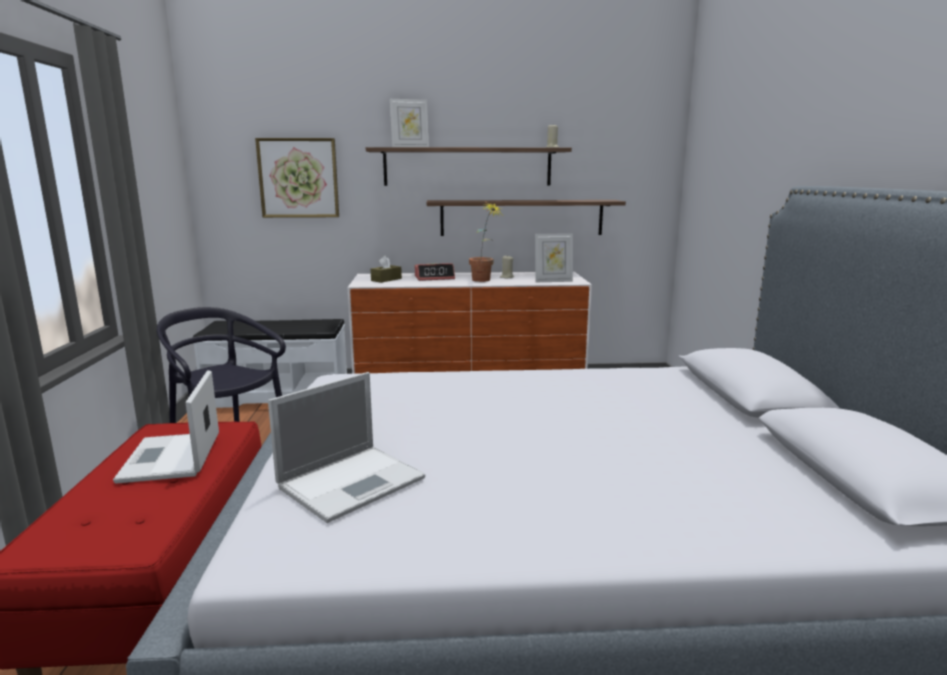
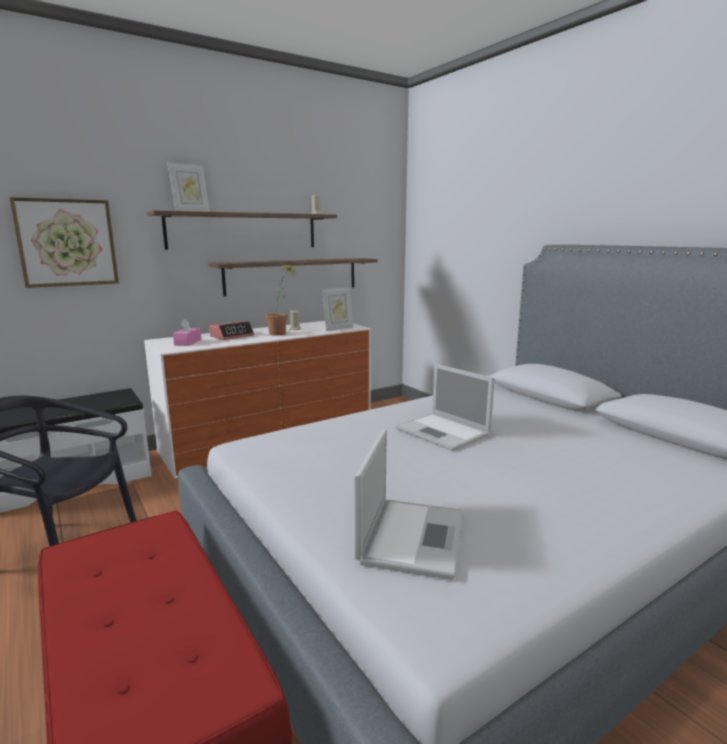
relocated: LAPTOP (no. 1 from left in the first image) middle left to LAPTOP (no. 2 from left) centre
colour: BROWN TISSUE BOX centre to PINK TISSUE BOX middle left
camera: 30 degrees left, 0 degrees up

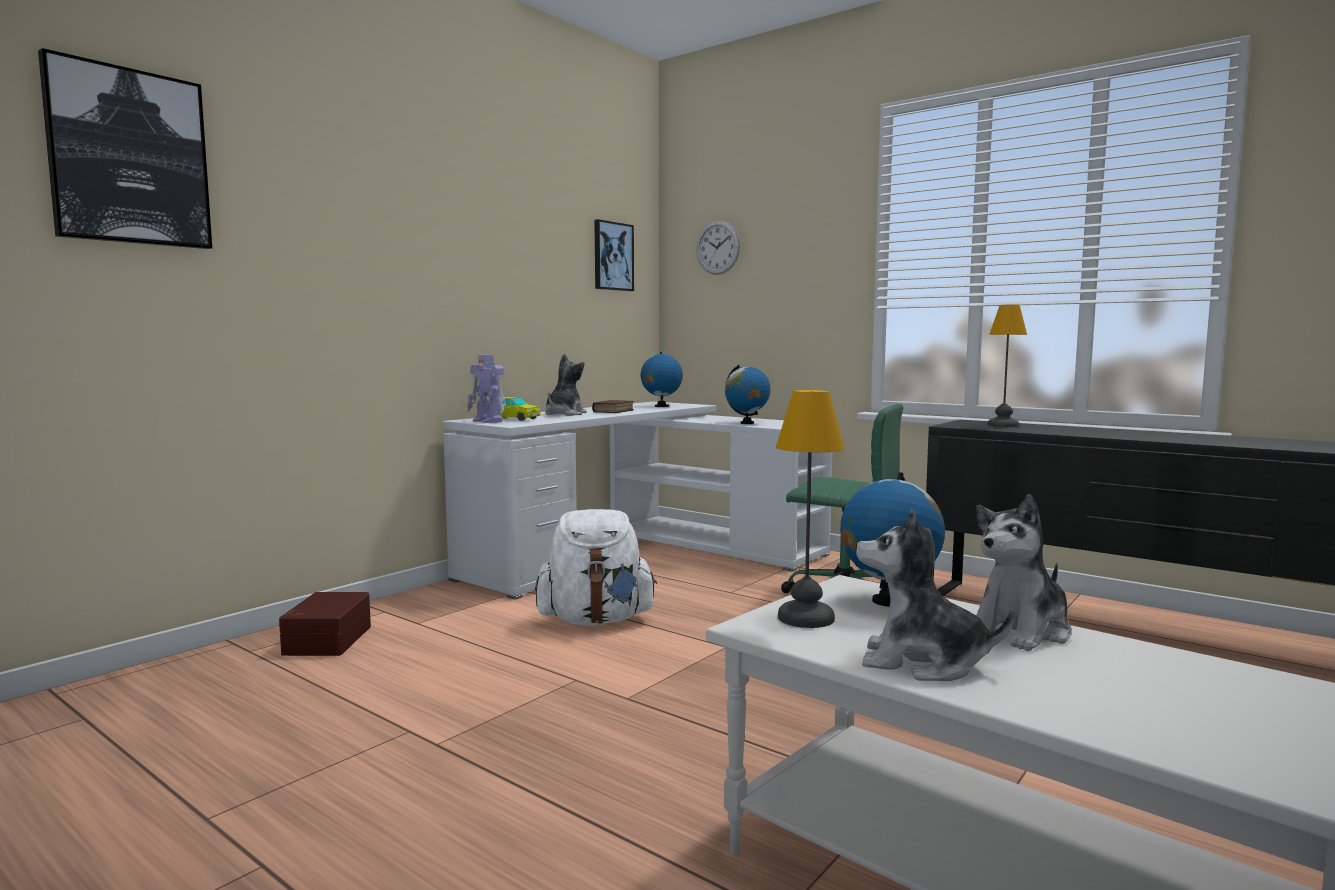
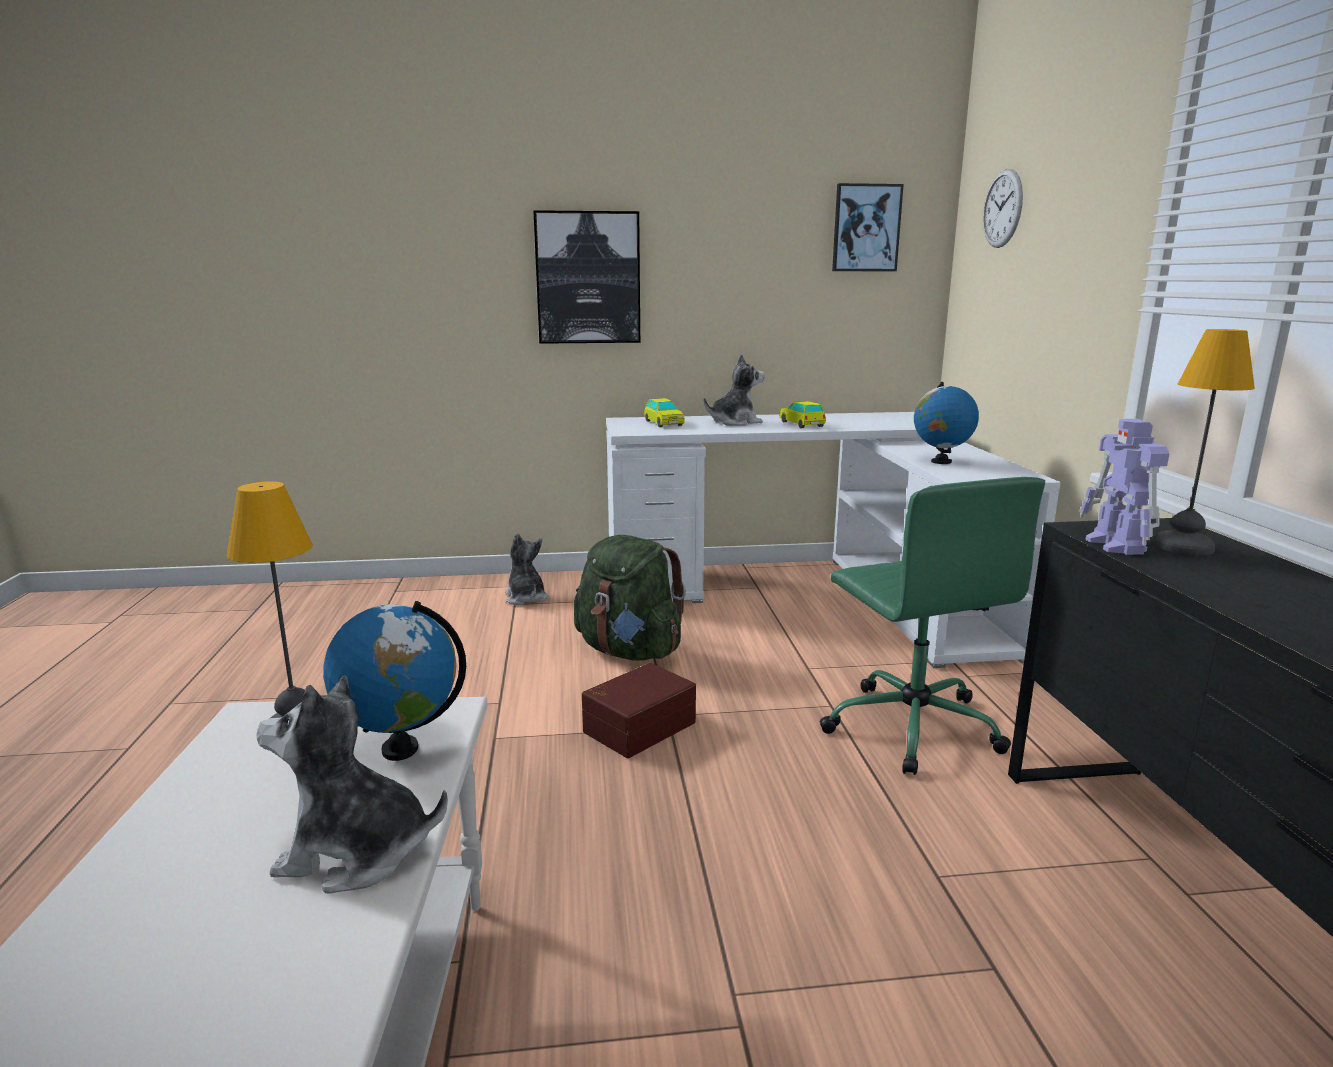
missing: GLOBE (no. 1 from left) centre
relocated: PICTURE (no. 1 from left) top left to top centre; TOY ROBOT centre to middle right; PLUSH TOY (no. 2 from left) bottom right to centre; BROWN STORAGE BOX bottom left to centre
exchanged: BOOK centre to TOY CAR (no. 2 from left) centre
colour: WHITE BACKPACK centre to GREEN BACKPACK centre
camera: 45 degrees right, 10 degrees up

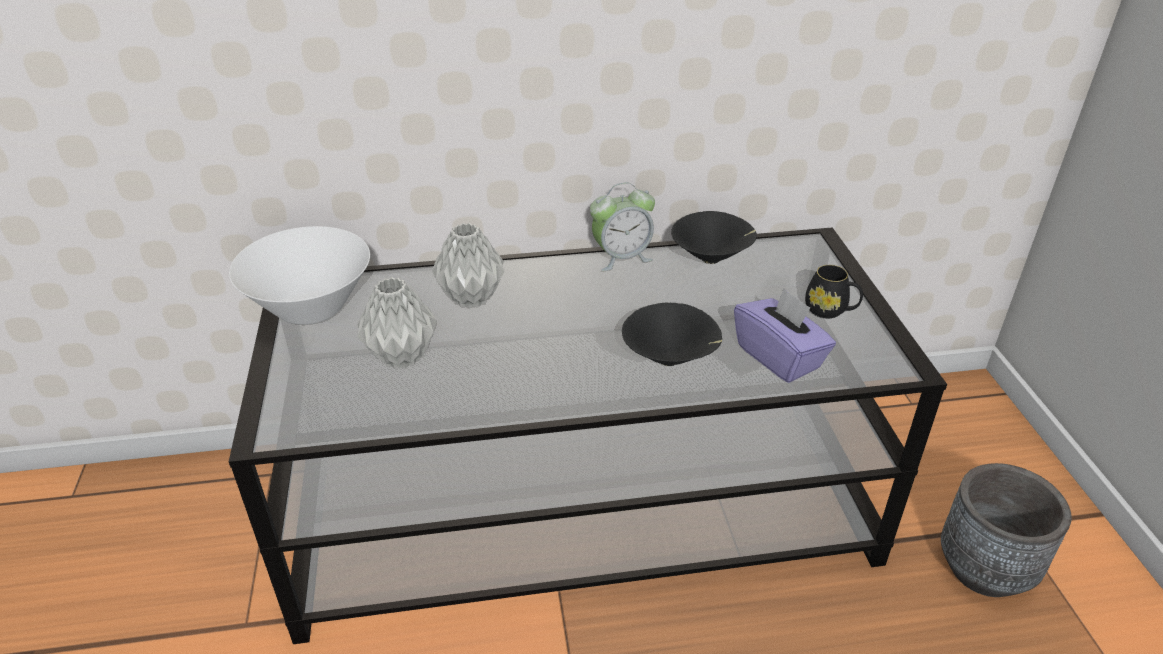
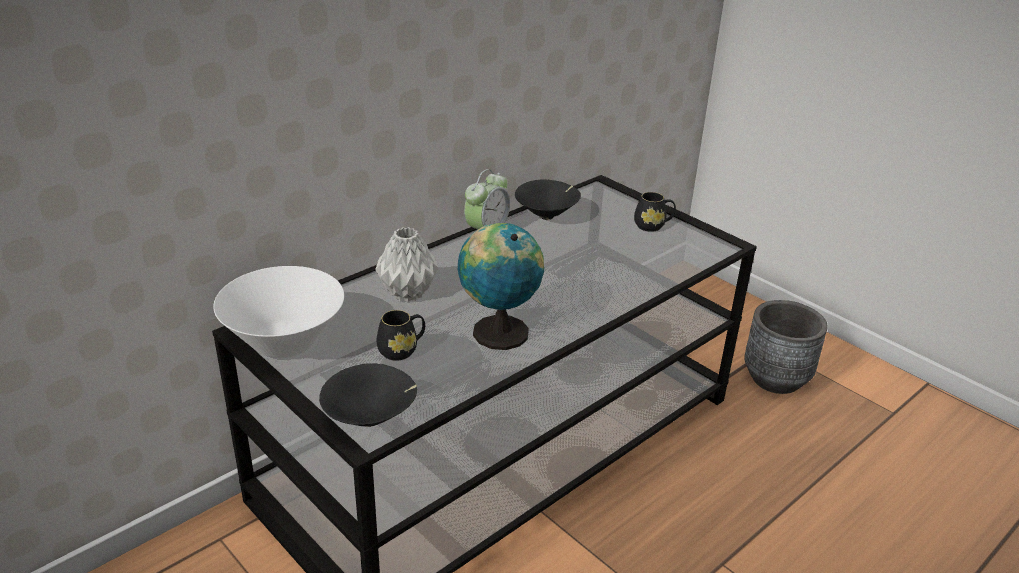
missing: PURPLE TISSUE BOX middle right
appeared: GLOBE centre
relocated: BLACK BOWL (no. 1 from left) centre to bottom centre
exchanged: GREY VASE (no. 1 from left) centre to BLACK MUG (no. 1 from left) centre
camera: 35 degrees left, 5 degrees down

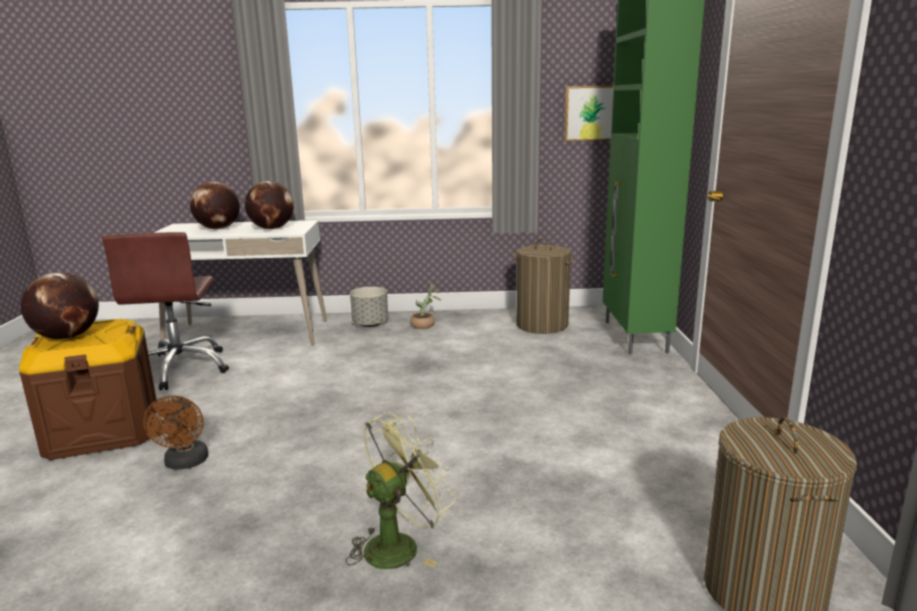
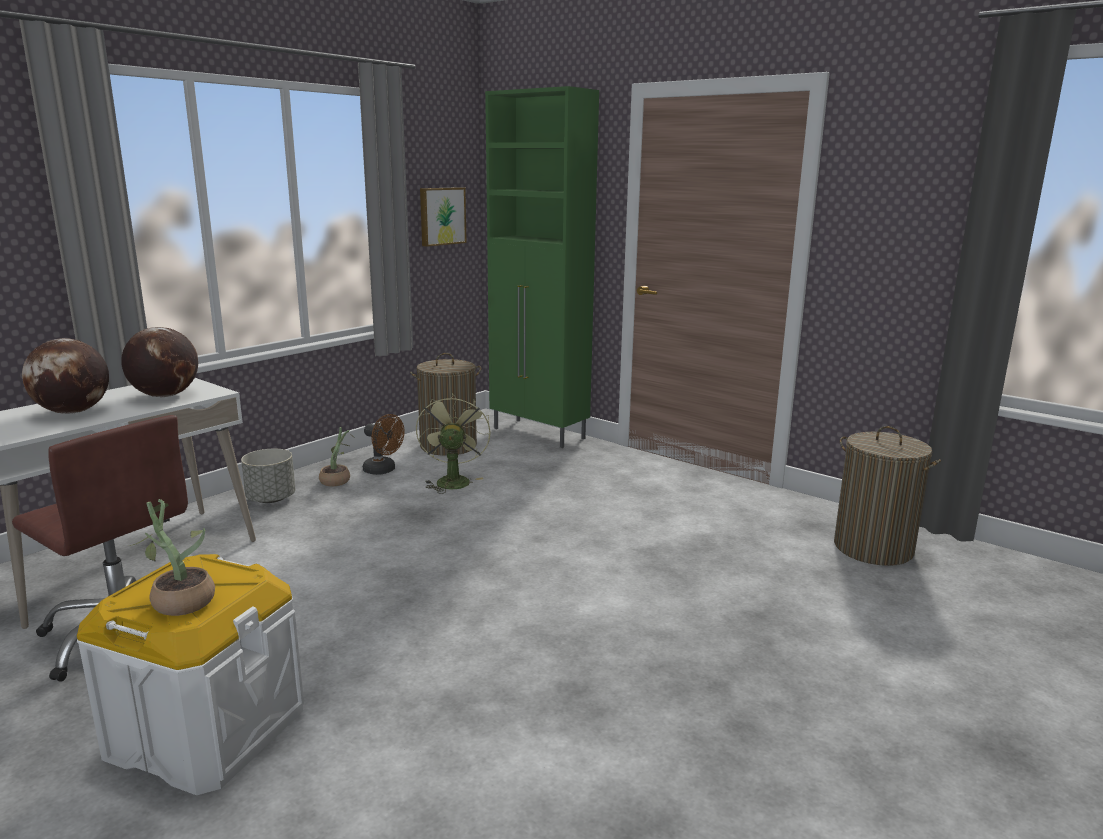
relocated: BROWN FAN bottom left to centre; GREEN FAN bottom centre to centre
exchanged: GLOBE (no. 1 from left) middle left to POTTED PLANT (no. 1 from left) middle left
colour: BROWN STORAGE BOX middle left to WHITE STORAGE BOX bottom left
camera: 50 degrees left, 0 degrees up

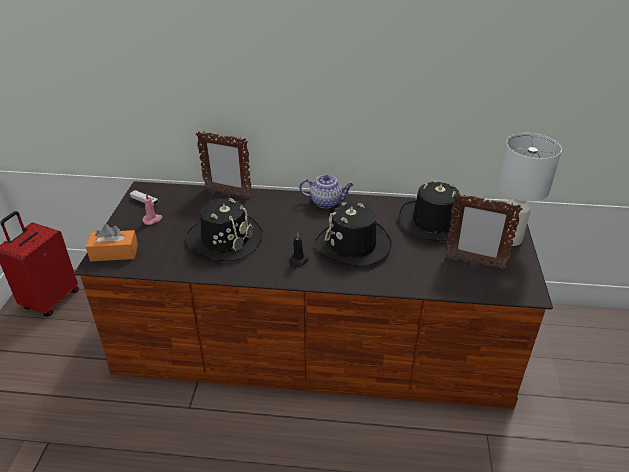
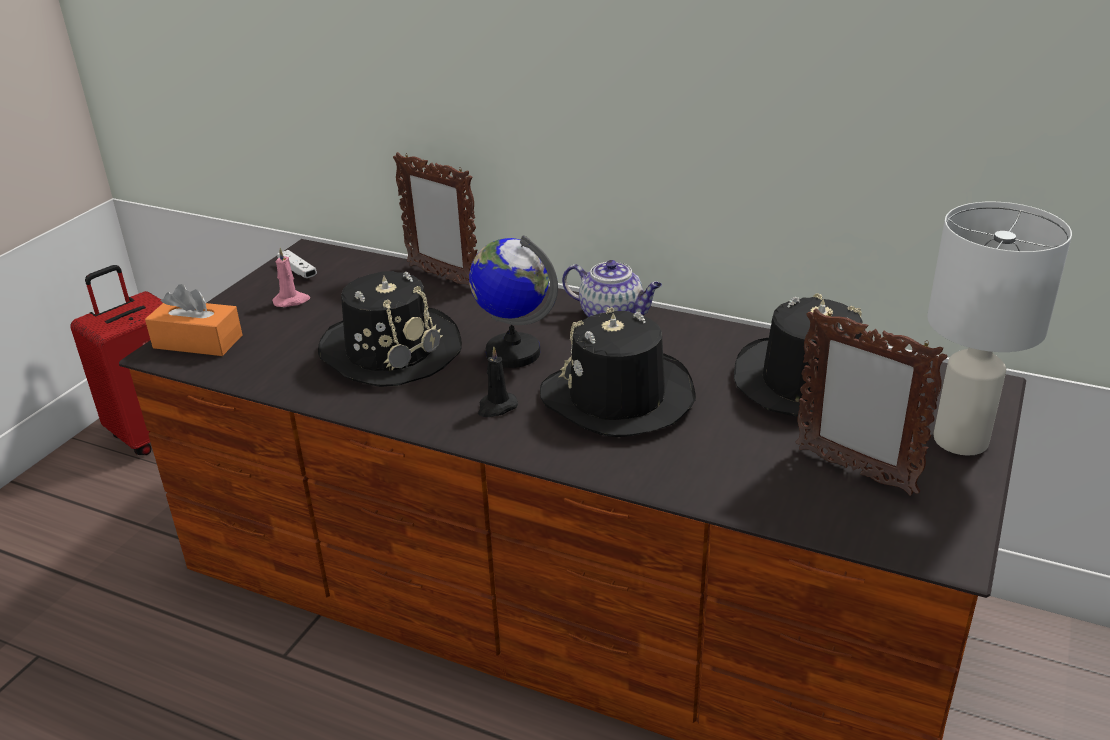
appeared: GLOBE centre
camera: 20 degrees right, 5 degrees down

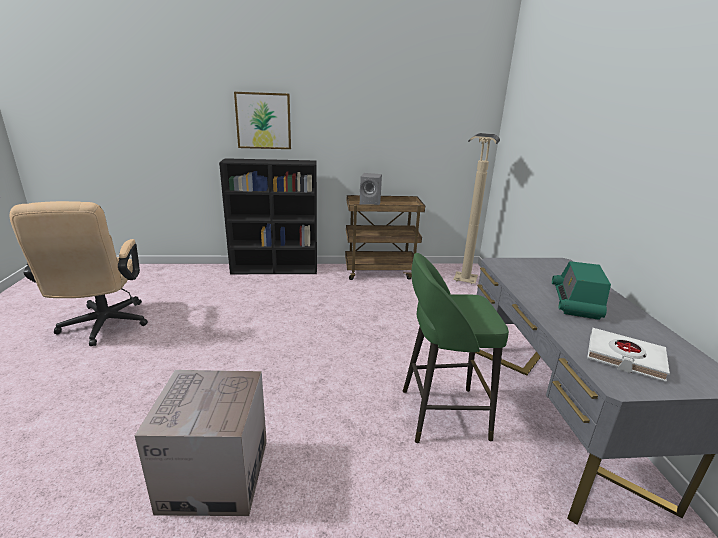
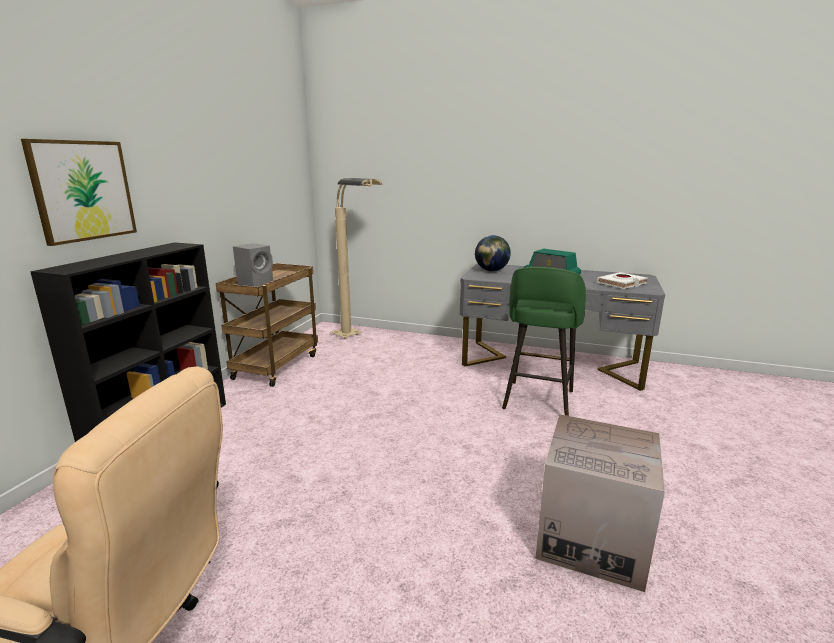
appeared: GLOBE centre
camera: 65 degrees left, 5 degrees down

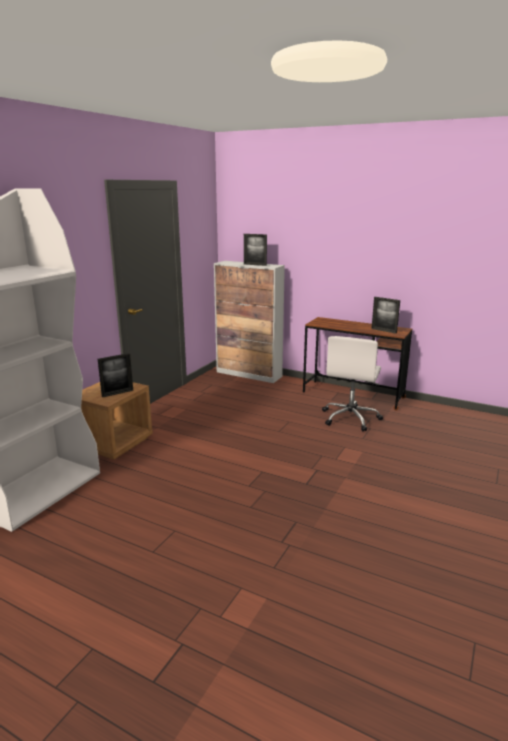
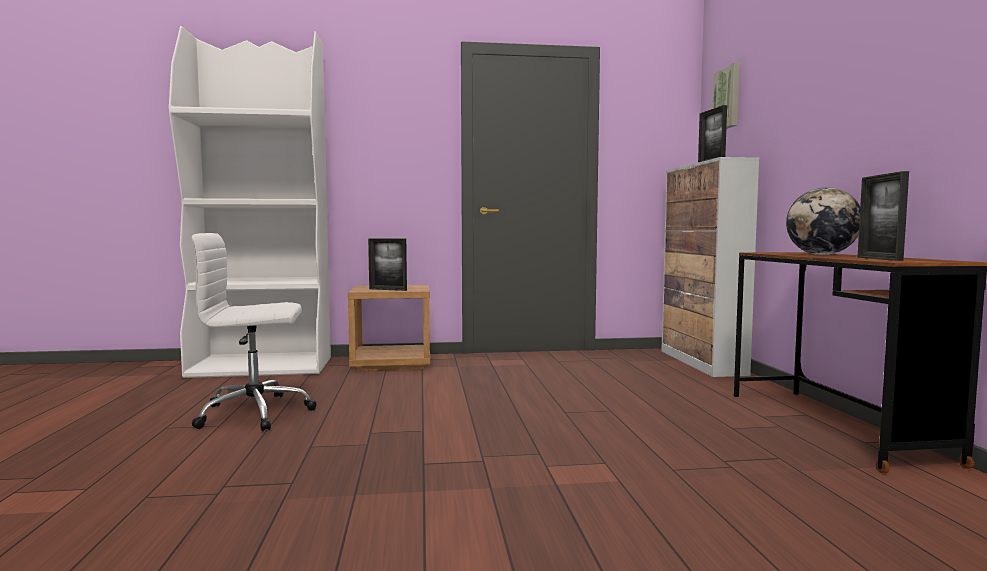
appeared: PICTURE top right; GLOBE middle right
relocated: WHITE OFFICE CHAIR middle right to middle left
camera: 55 degrees right, 15 degrees down

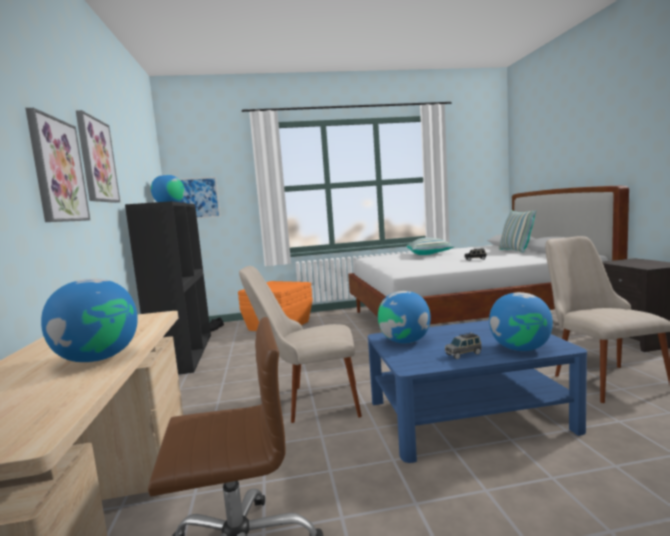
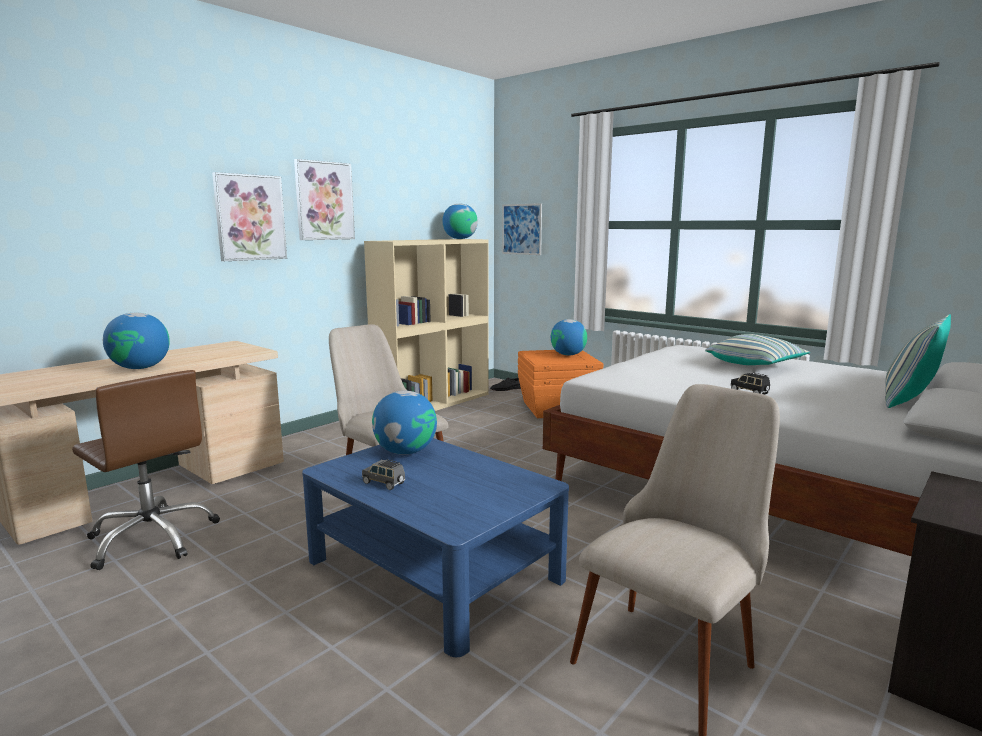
relocated: GLOBE (no. 4 from left) middle right to centre
colour: BLACK BOOKCASE middle left to BEIGE BOOKCASE centre
camera: 50 degrees right, 5 degrees up

